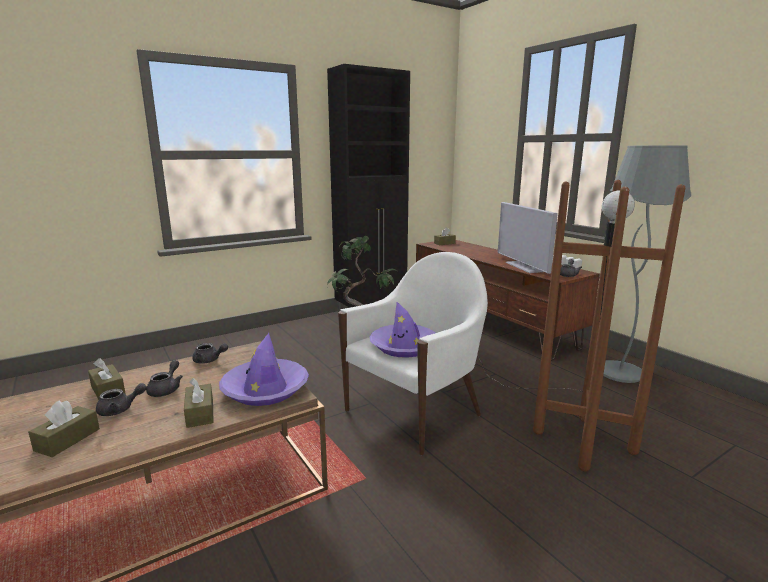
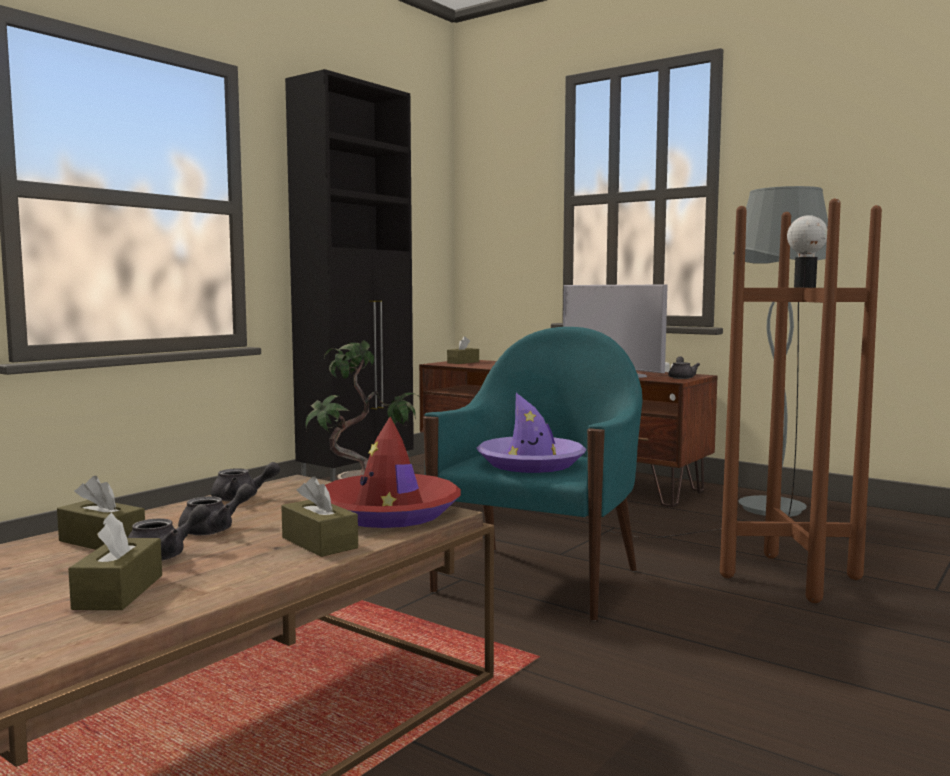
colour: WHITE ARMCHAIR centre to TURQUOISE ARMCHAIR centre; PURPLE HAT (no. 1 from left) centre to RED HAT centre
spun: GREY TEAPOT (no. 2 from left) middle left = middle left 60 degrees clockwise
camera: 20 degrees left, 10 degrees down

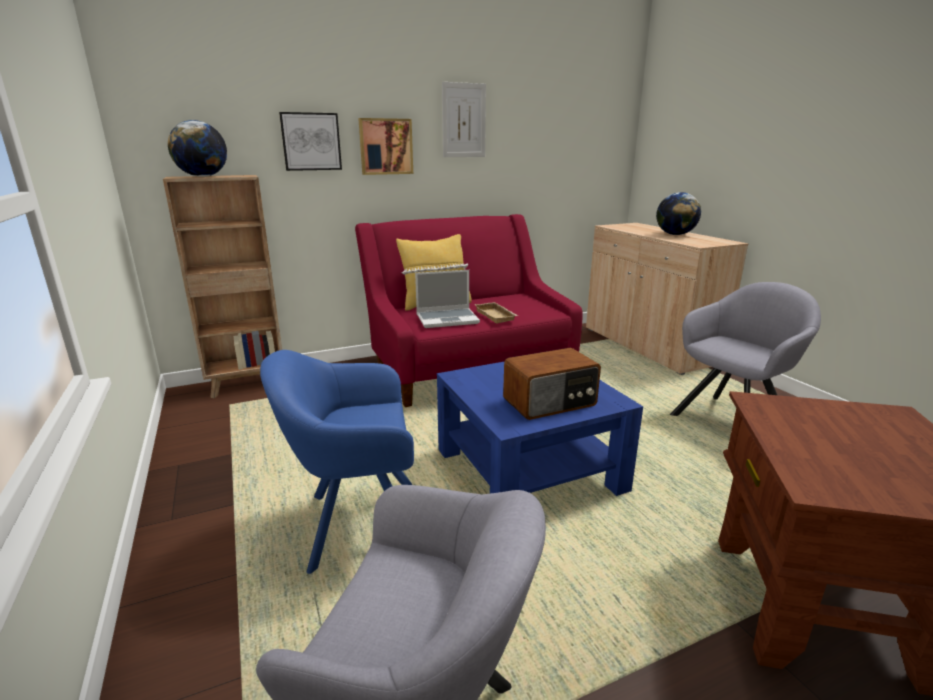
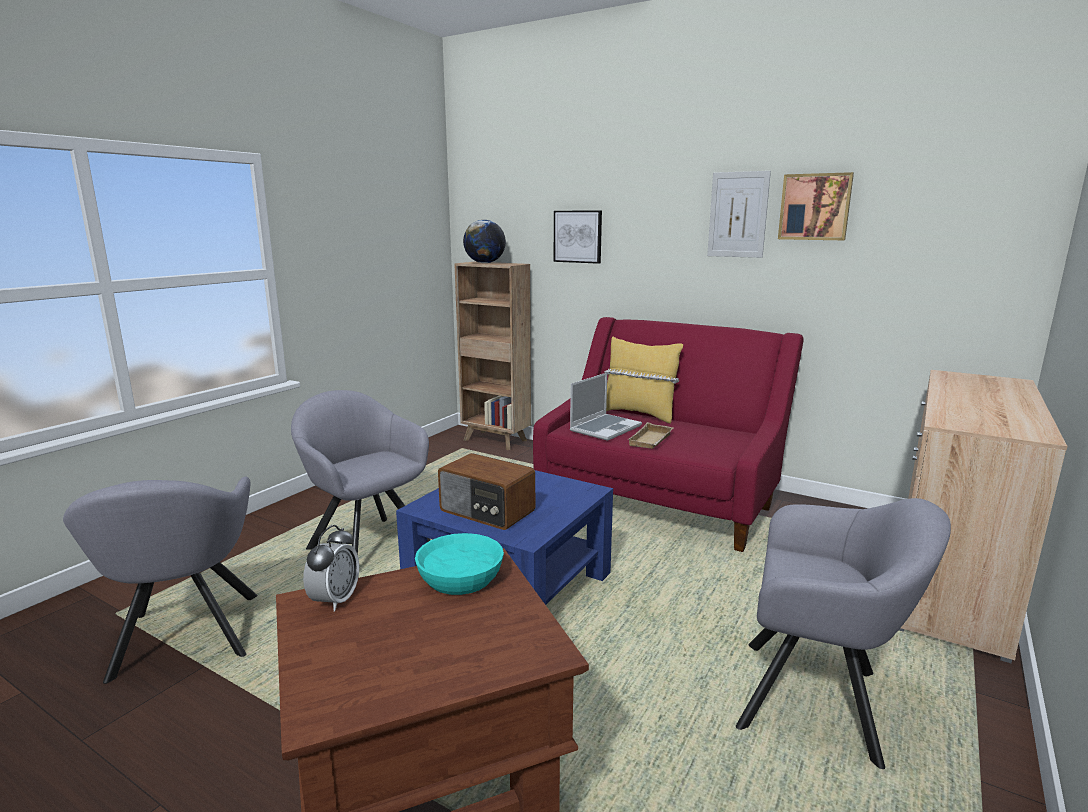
missing: GLOBE (no. 2 from left) top right
appeared: ALARM CLOCK bottom left; TURQUOISE BOWL bottom centre
relocated: PICTURE (no. 2 from left in the first image) top centre to PICTURE (no. 3 from left) top right
colour: BLUE ARMCHAIR centre to GREY ARMCHAIR (no. 2 from left) middle left
spun: LAPTOP centre = centre 90 degrees counterclockwise
camera: 55 degrees right, 5 degrees down

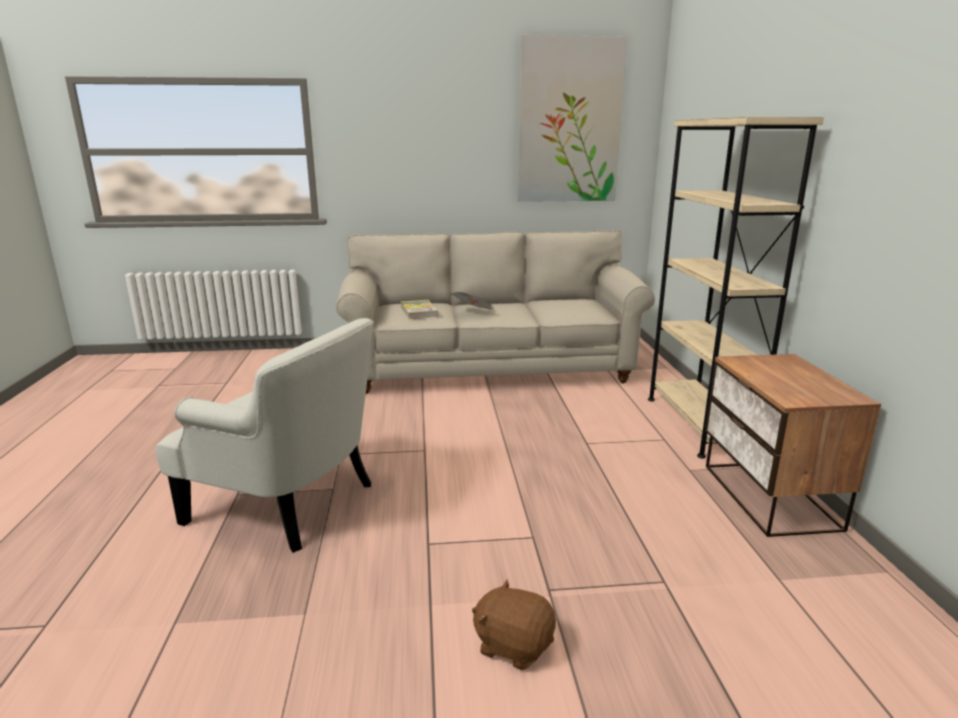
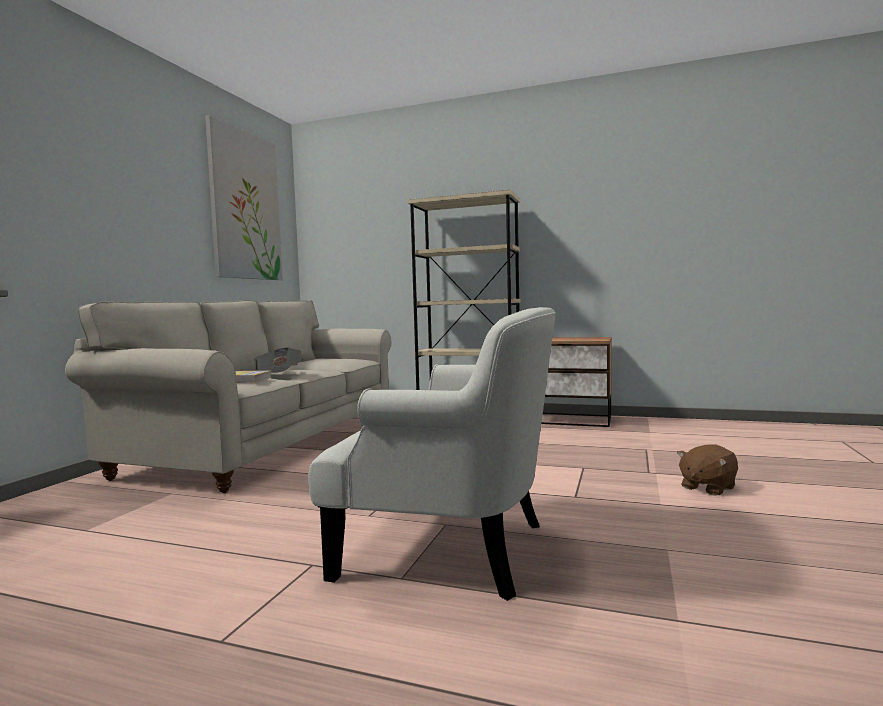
spun: WHITE ARMCHAIR middle left = centre 60 degrees clockwise
camera: 65 degrees left, 15 degrees down

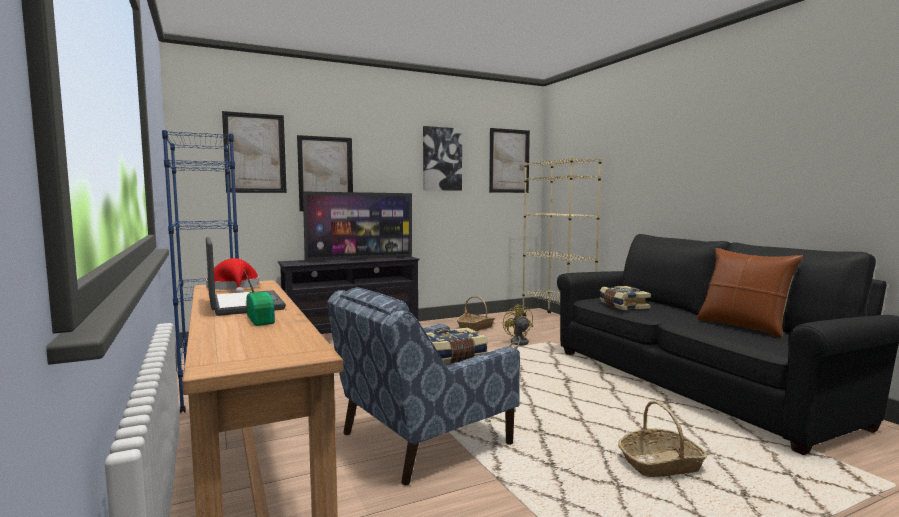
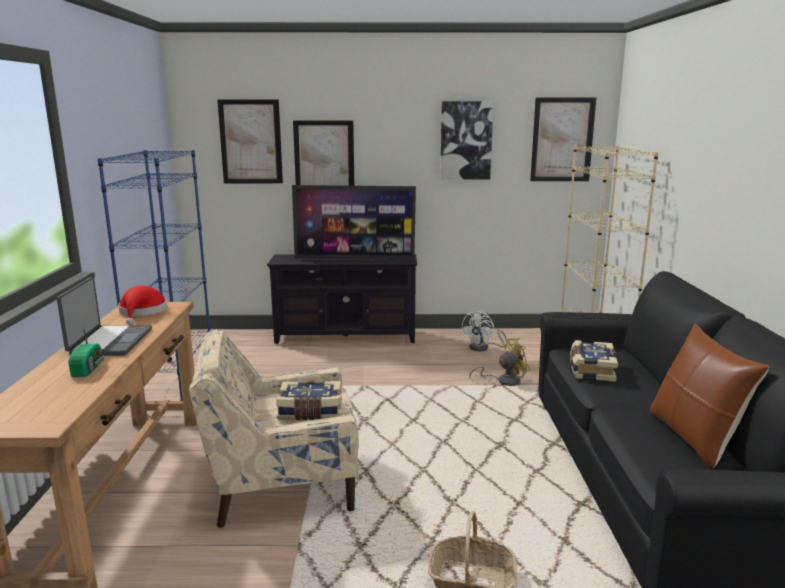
exchanged: BASKET (no. 1 from left) centre to WHITE FAN centre
colour: BLUE ARMCHAIR bottom centre to BEIGE ARMCHAIR bottom centre
spun: YELLOW FAN centre = centre 60 degrees clockwise
camera: 25 degrees right, 10 degrees up

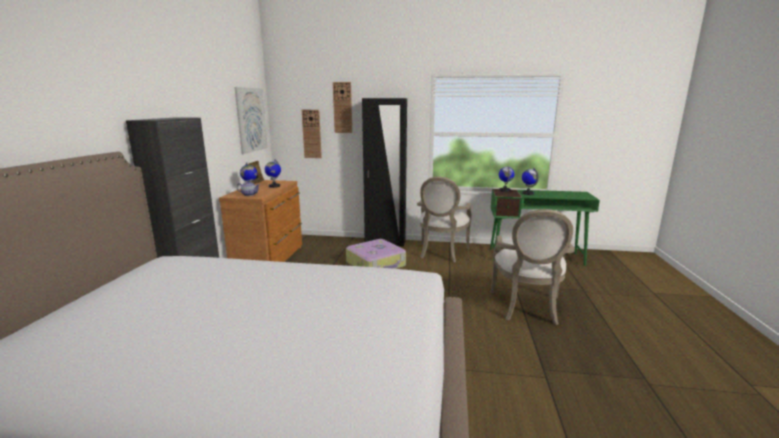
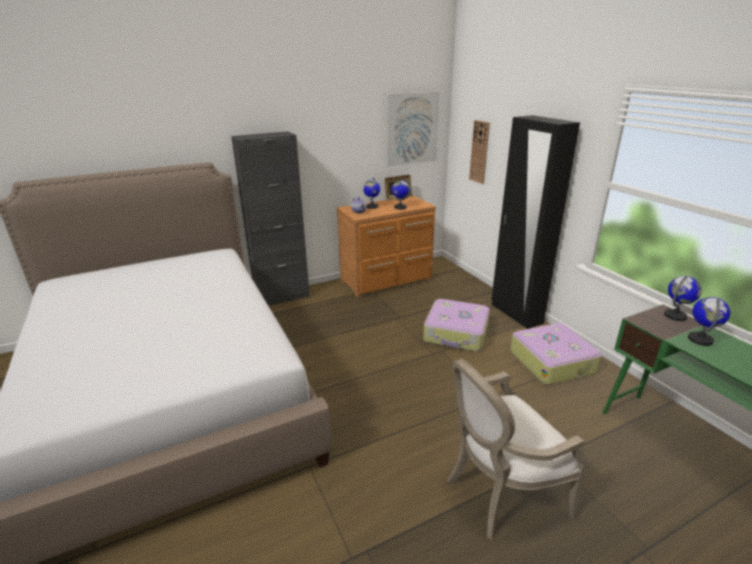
missing: WALL CLOCK (no. 2 from left) top centre
exchanged: ARMCHAIR (no. 1 from left) centre to SUITCASE (no. 2 from left) middle right
camera: 55 degrees right, 10 degrees up

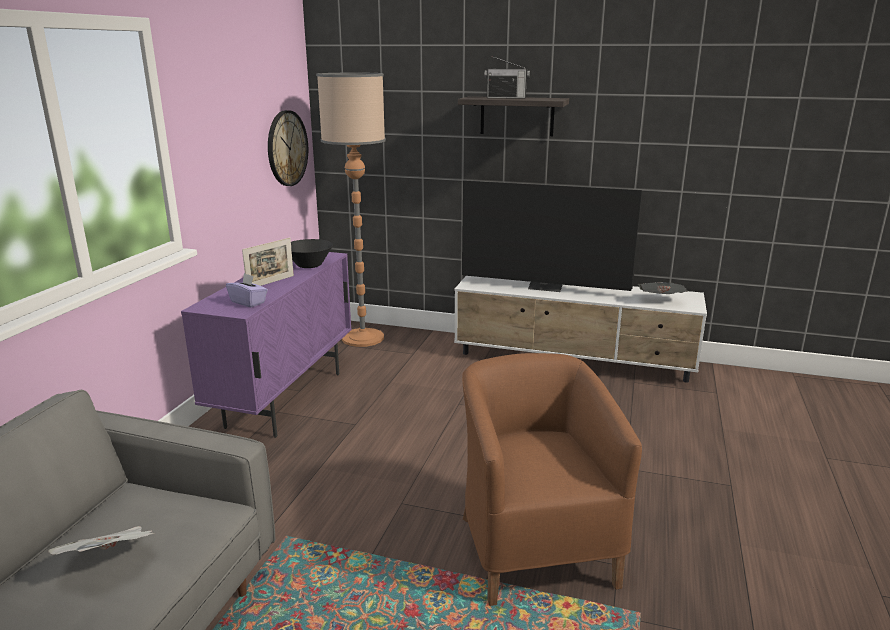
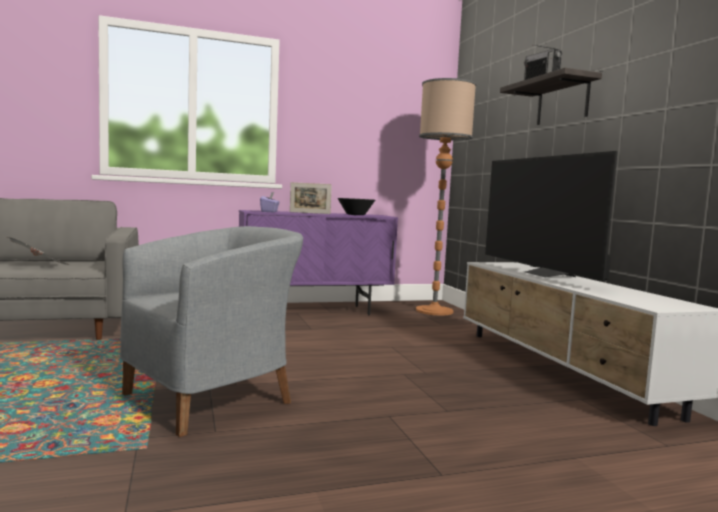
missing: WALL CLOCK top left; NEWSPAPER (no. 2 from left) middle right
colour: BROWN ARMCHAIR bottom centre to GREY ARMCHAIR middle left
camera: 55 degrees right, 15 degrees down

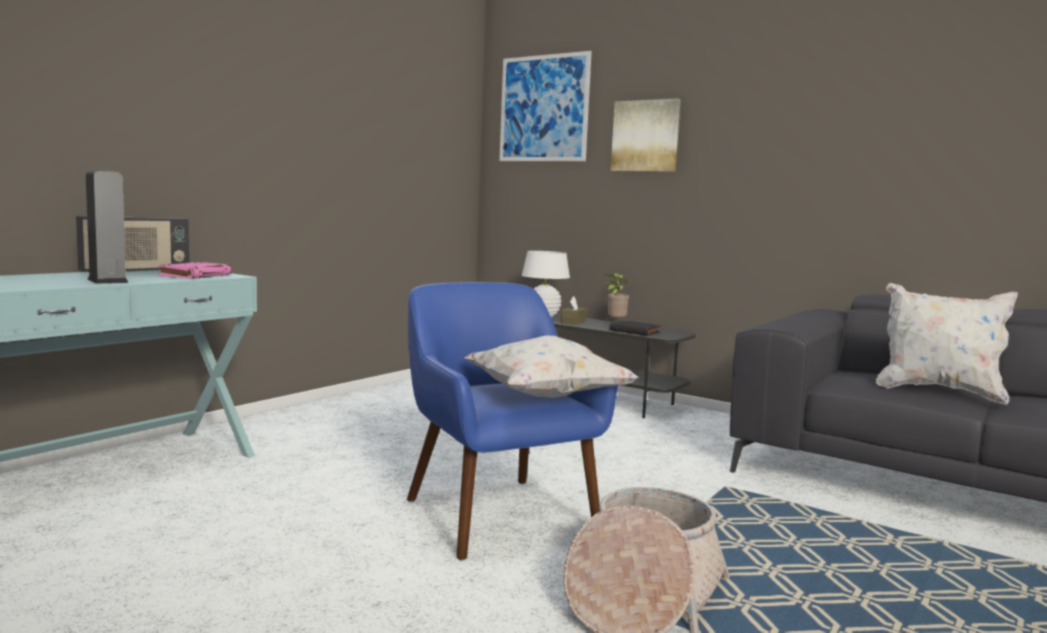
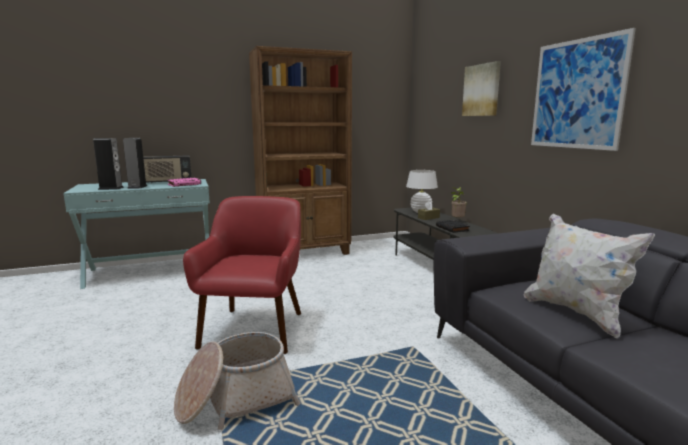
missing: WHITE PILLOW (no. 1 from left) centre
appeared: BROWN BOOKCASE centre; SPEAKER (no. 1 from left) middle left
relocated: PICTURE (no. 1 from left in the first image) top centre to PICTURE (no. 2 from left) top right
colour: BLUE ARMCHAIR centre to RED ARMCHAIR centre
camera: 35 degrees right, 5 degrees up

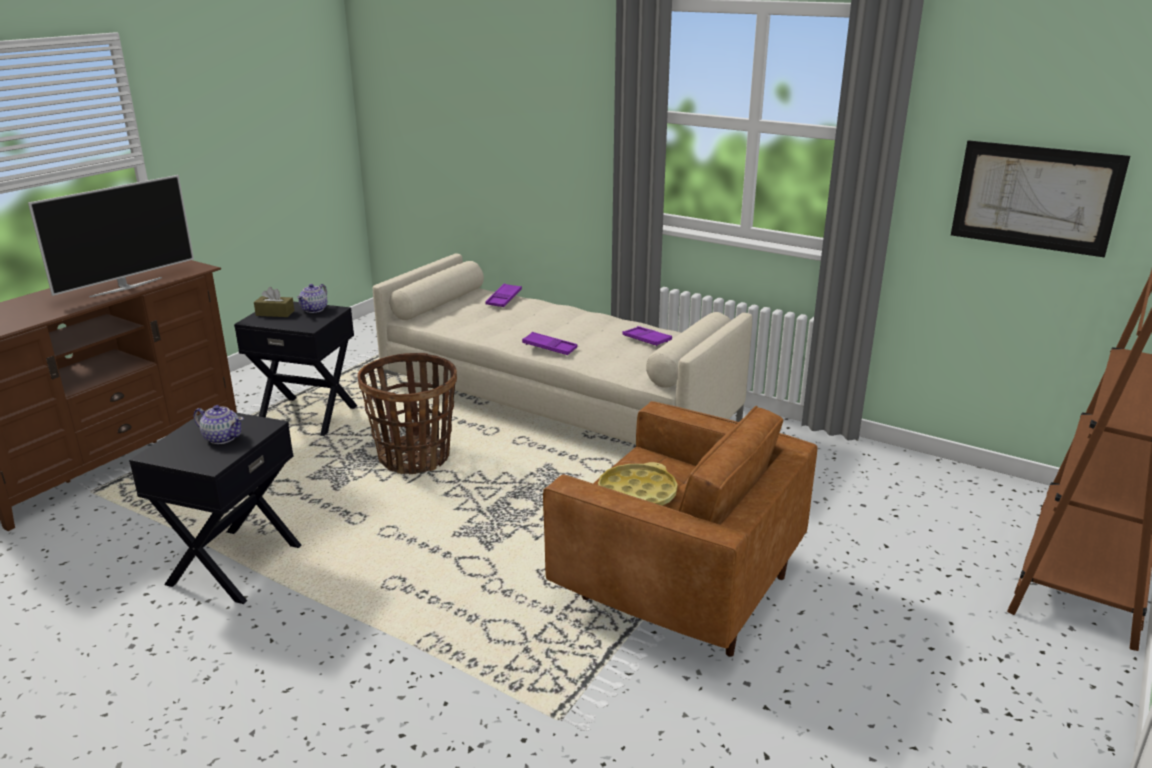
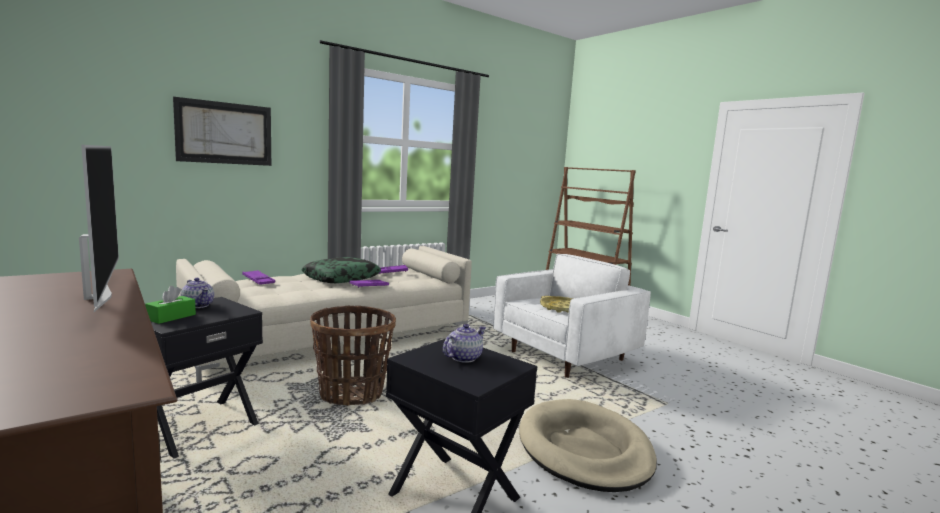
appeared: PILLOW centre; BEIGE DOG BED bottom centre
relocated: PICTURE top right to top left
colour: BROWN TISSUE BOX middle left to GREEN TISSUE BOX middle left; BROWN ARMCHAIR bottom centre to WHITE ARMCHAIR centre
camera: 70 degrees left, 15 degrees down

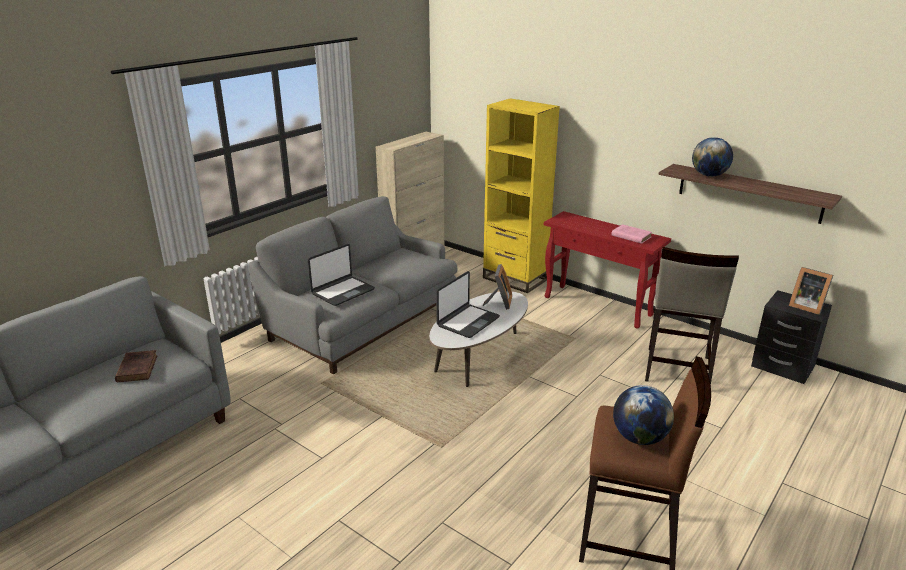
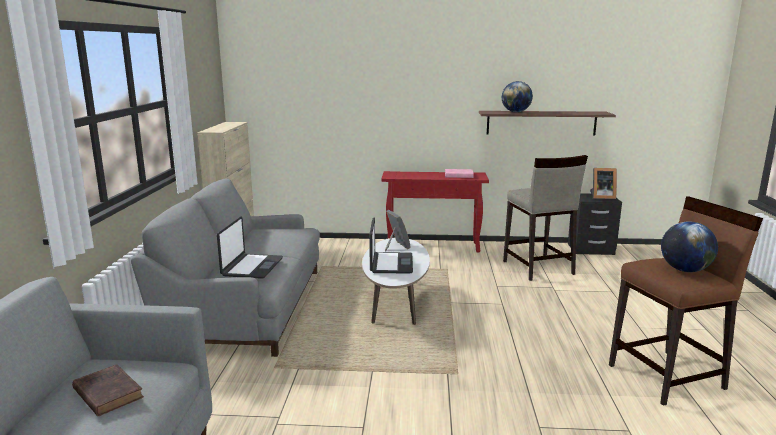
missing: YELLOW BOOKCASE centre
camera: 35 degrees left, 10 degrees down

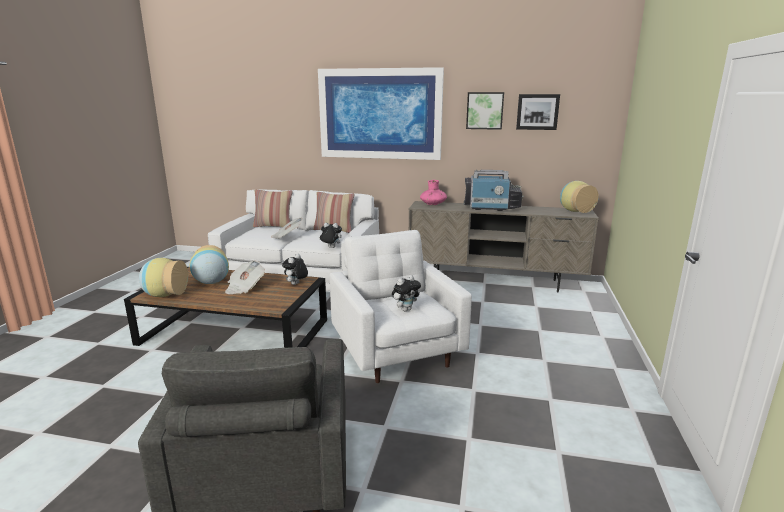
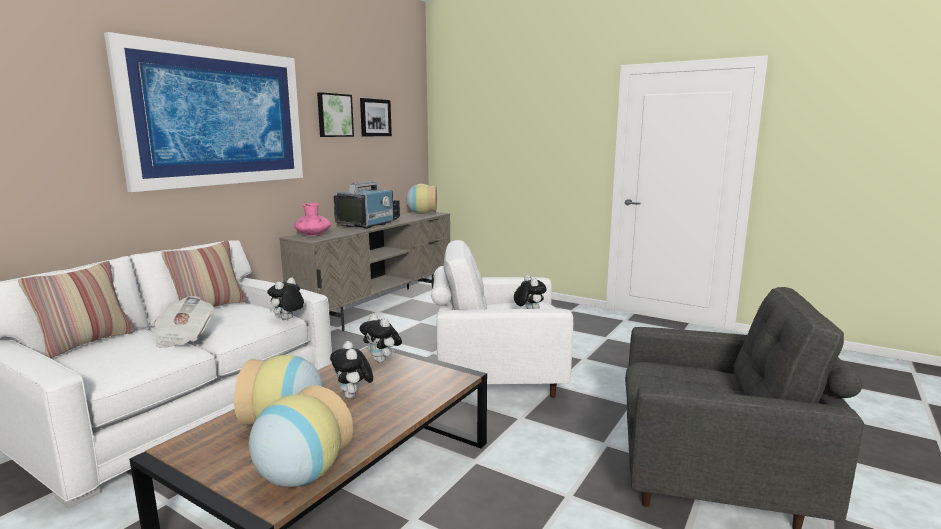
exchanged: NEWSPAPER (no. 1 from left) middle left to PLUSH TOY (no. 2 from left) bottom centre
camera: 70 degrees left, 5 degrees down

